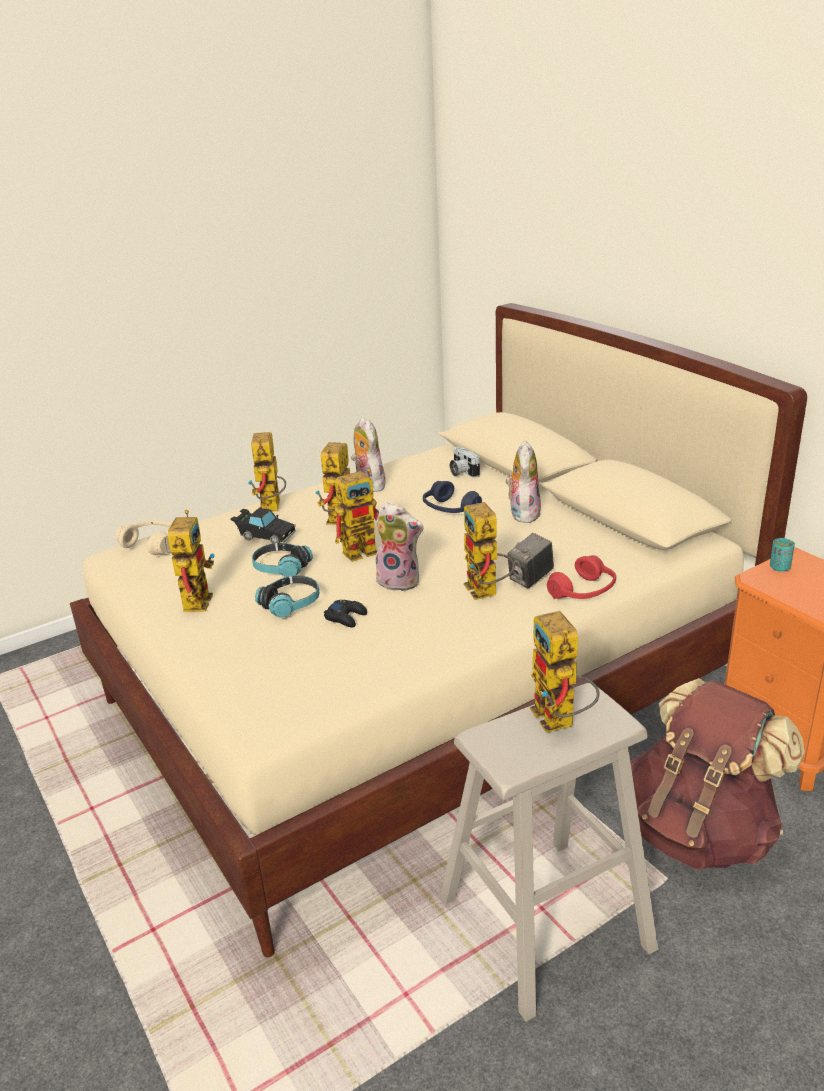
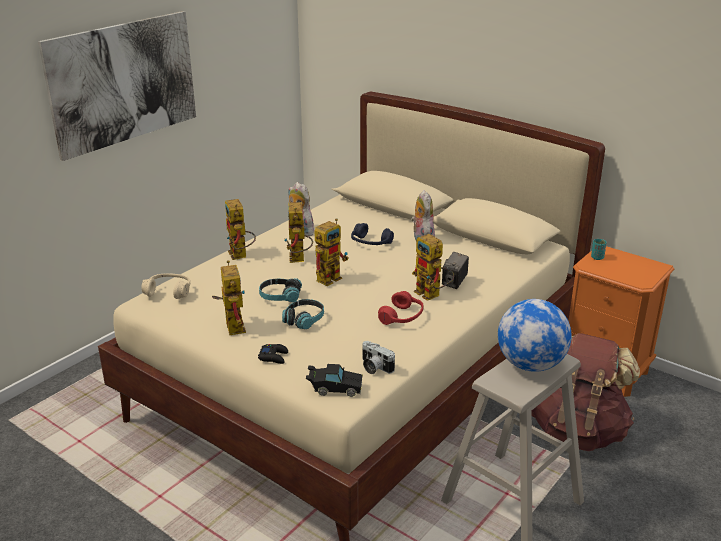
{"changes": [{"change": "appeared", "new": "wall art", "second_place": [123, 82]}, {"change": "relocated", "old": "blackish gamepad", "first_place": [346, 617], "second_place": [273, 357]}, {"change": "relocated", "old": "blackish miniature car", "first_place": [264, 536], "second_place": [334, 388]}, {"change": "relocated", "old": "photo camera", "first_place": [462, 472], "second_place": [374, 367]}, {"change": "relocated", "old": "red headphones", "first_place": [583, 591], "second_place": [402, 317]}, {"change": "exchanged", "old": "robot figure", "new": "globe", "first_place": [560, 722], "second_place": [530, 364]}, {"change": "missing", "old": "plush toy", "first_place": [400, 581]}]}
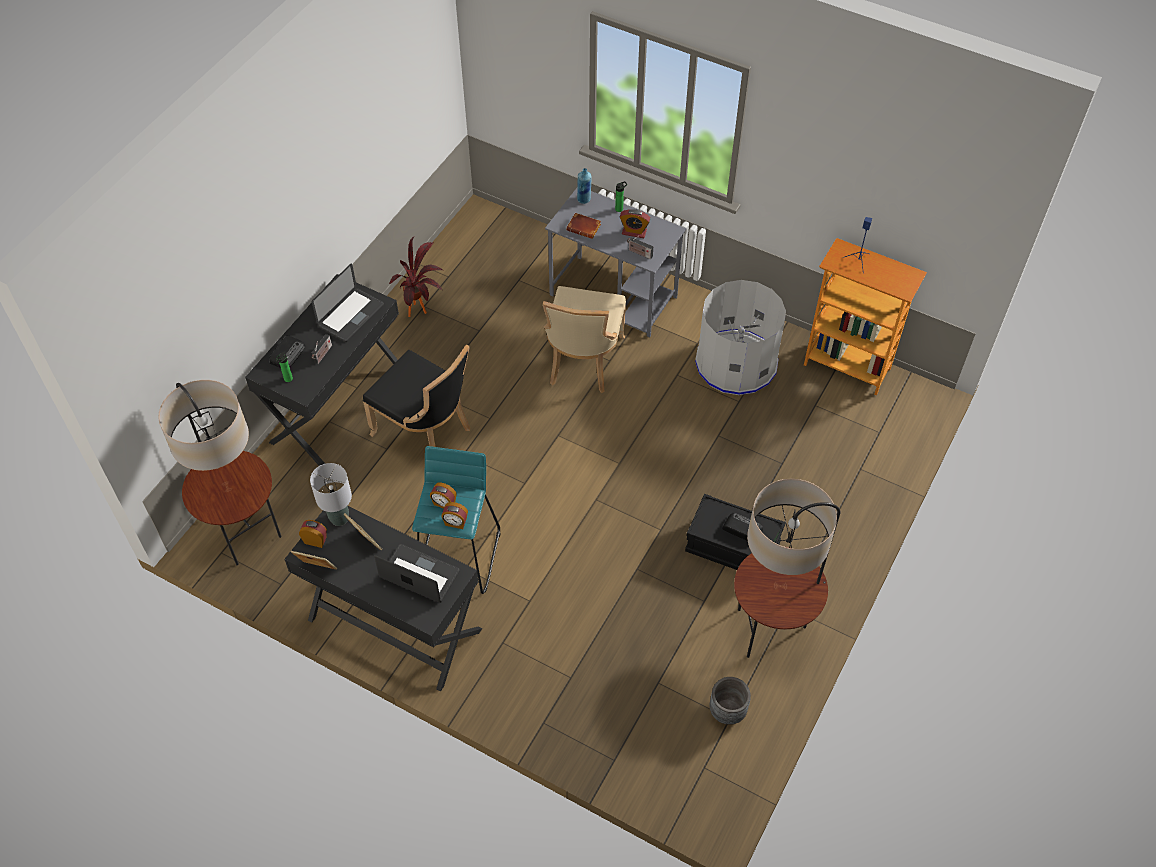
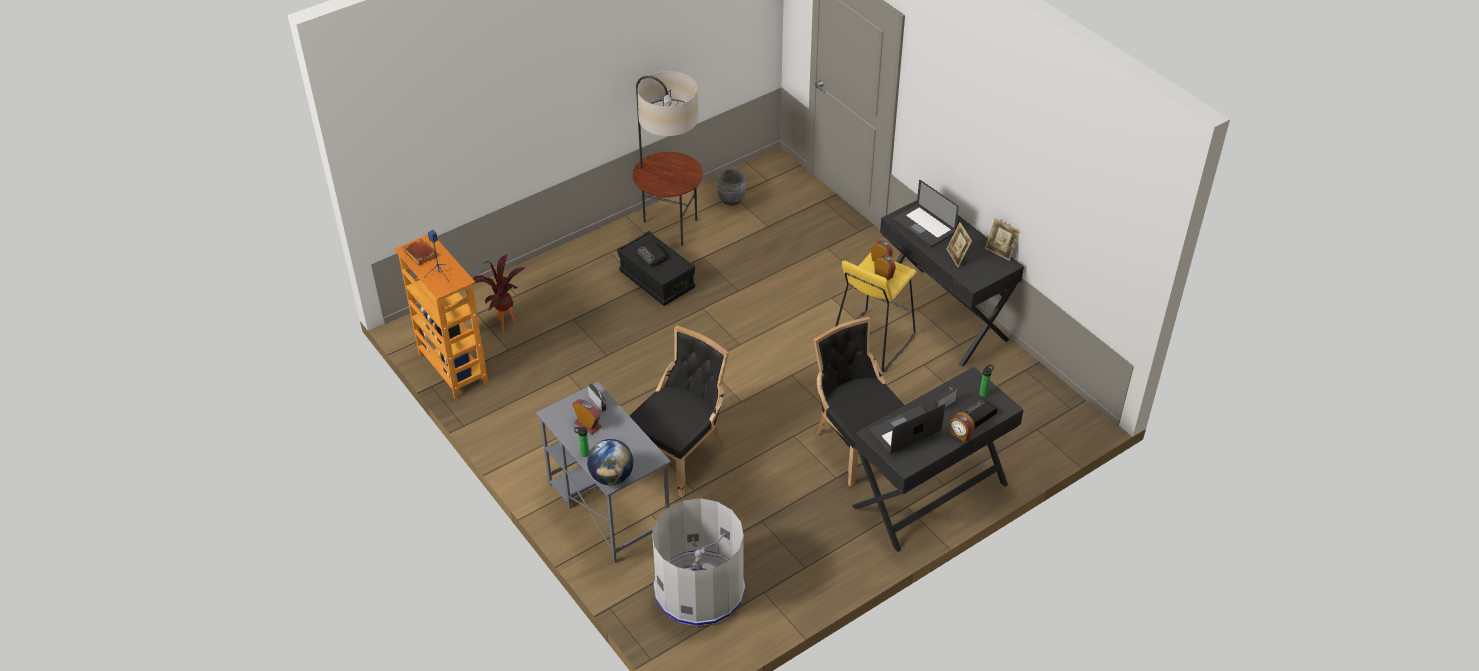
{"changes": [{"change": "relocated", "old": "brown bound book", "first_place": [584, 228], "second_place": [419, 254]}, {"change": "relocated", "old": "plant in a pot", "first_place": [422, 311], "second_place": [501, 322]}, {"change": "exchanged", "old": "bluish beverage bottle", "new": "globe", "first_place": [584, 199], "second_place": [611, 477]}, {"change": "colour", "old": "beige-coloured plain chair", "new": "blackish plain chair", "first_place": [583, 362], "second_place": [680, 454]}, {"change": "relocated", "old": "greyish trash can", "first_place": [736, 363], "second_place": [699, 589]}, {"change": "colour", "old": "turquoise-coloured sitting stool", "new": "yellow sitting stool", "first_place": [459, 556], "second_place": [872, 342]}, {"change": "relocated", "old": "alarm clock", "first_place": [315, 540], "second_place": [960, 434]}, {"change": "missing", "old": "standard lamp", "first_place": [245, 533]}, {"change": "missing", "old": "greyish lamp for a table", "first_place": [340, 518]}]}
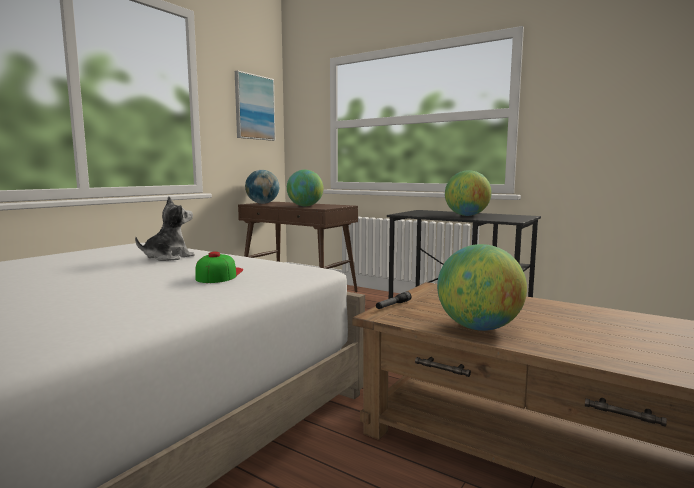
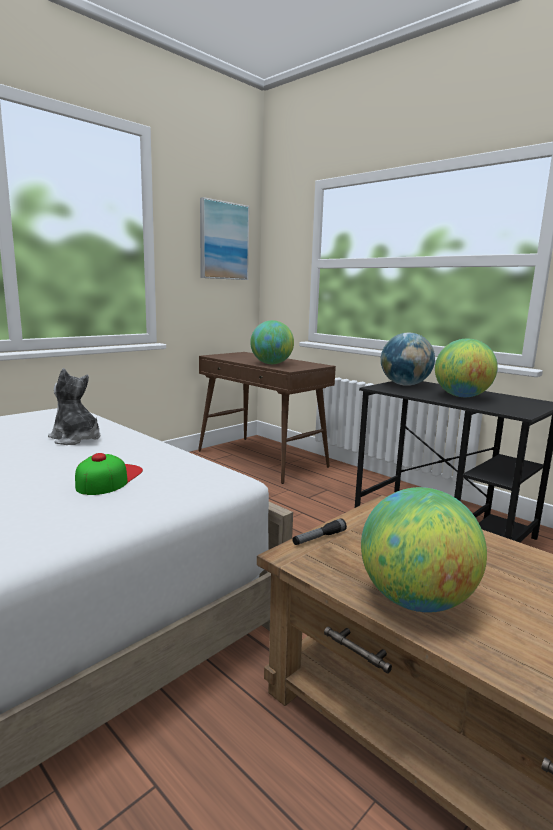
{"changes": [{"change": "spun", "old": "plush toy", "first_place": [168, 257], "second_place": [76, 439], "degrees": -105}, {"change": "relocated", "old": "globe", "first_place": [262, 203], "second_place": [405, 385]}]}
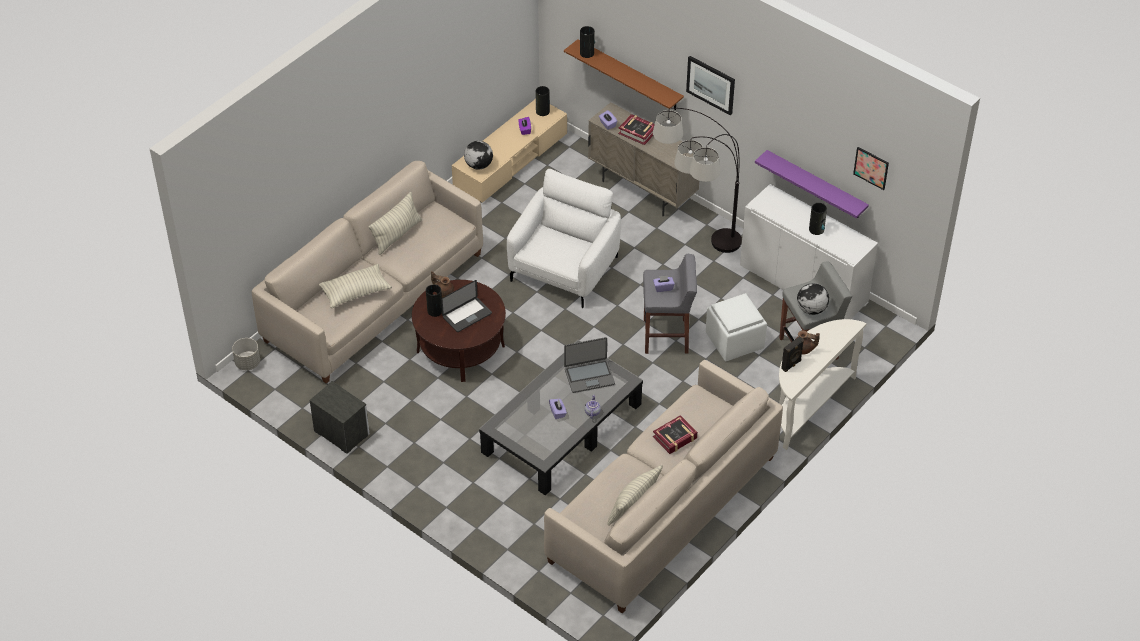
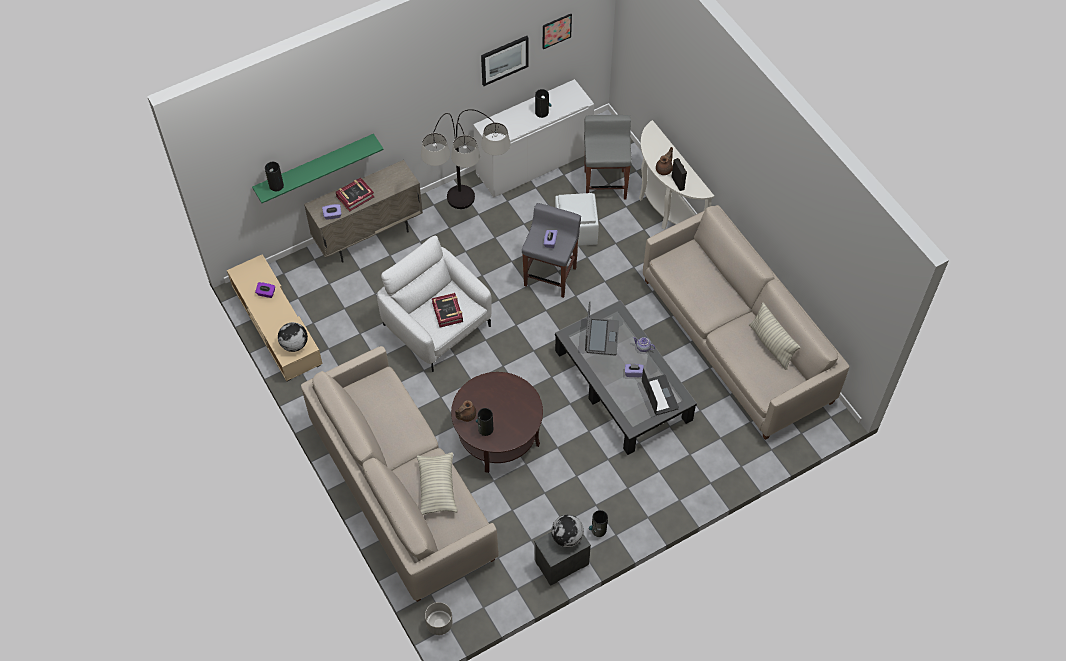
{"changes": [{"change": "colour", "old": "brown wall shelf", "new": "green wall shelf", "first_place": [629, 75], "second_place": [314, 166]}, {"change": "relocated", "old": "bound book", "first_place": [675, 438], "second_place": [448, 312]}, {"change": "relocated", "old": "wall art", "first_place": [711, 84], "second_place": [504, 60]}, {"change": "relocated", "old": "globe", "first_place": [811, 309], "second_place": [567, 537]}, {"change": "relocated", "old": "vase", "first_place": [542, 111], "second_place": [598, 530]}, {"change": "relocated", "old": "laptop", "first_place": [467, 315], "second_place": [659, 395]}, {"change": "missing", "old": "pillow", "first_place": [397, 235]}, {"change": "missing", "old": "purplish wall shelf", "first_place": [816, 185]}]}
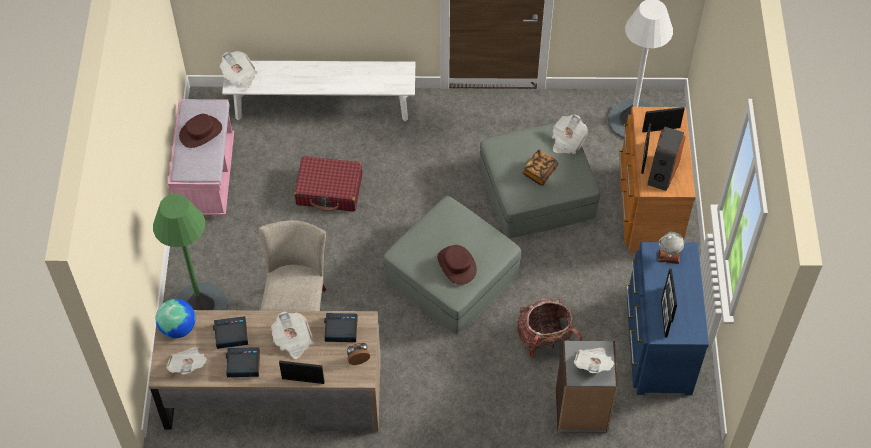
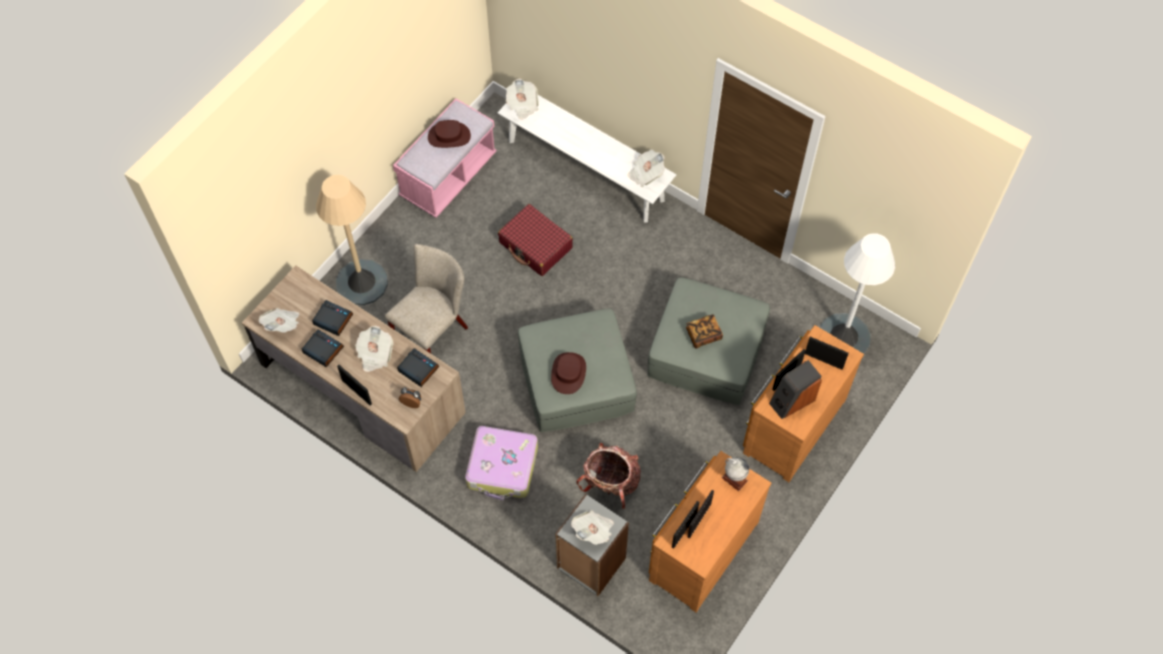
{"changes": [{"change": "colour", "old": "green standard lamp", "new": "beige-coloured standard lamp", "first_place": [200, 307], "second_place": [361, 282]}, {"change": "appeared", "new": "piece of luggage", "second_place": [503, 467]}, {"change": "relocated", "old": "daily paper", "first_place": [567, 141], "second_place": [645, 174]}, {"change": "colour", "old": "bluish dresser", "new": "brown dresser", "first_place": [656, 345], "second_place": [700, 550]}, {"change": "missing", "old": "globe", "first_place": [178, 328]}]}
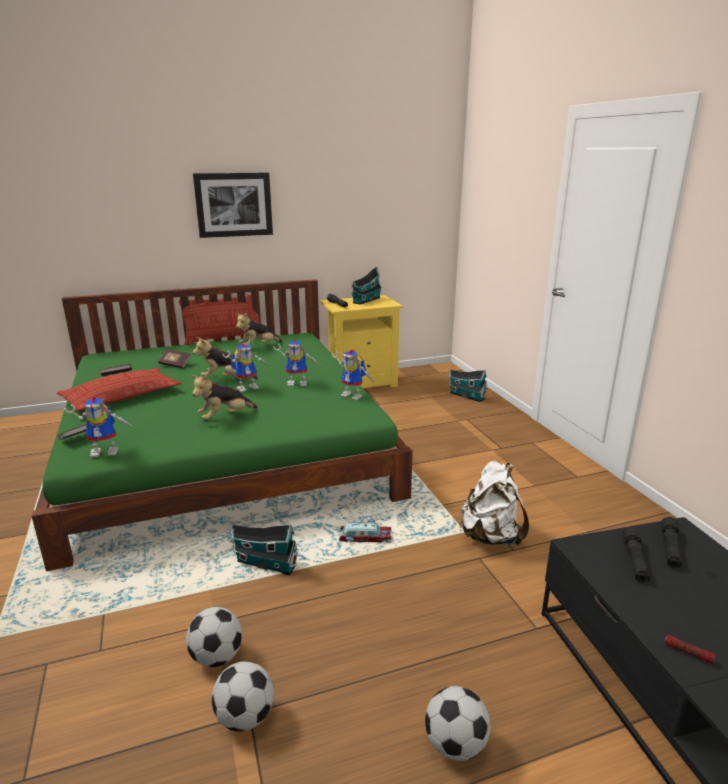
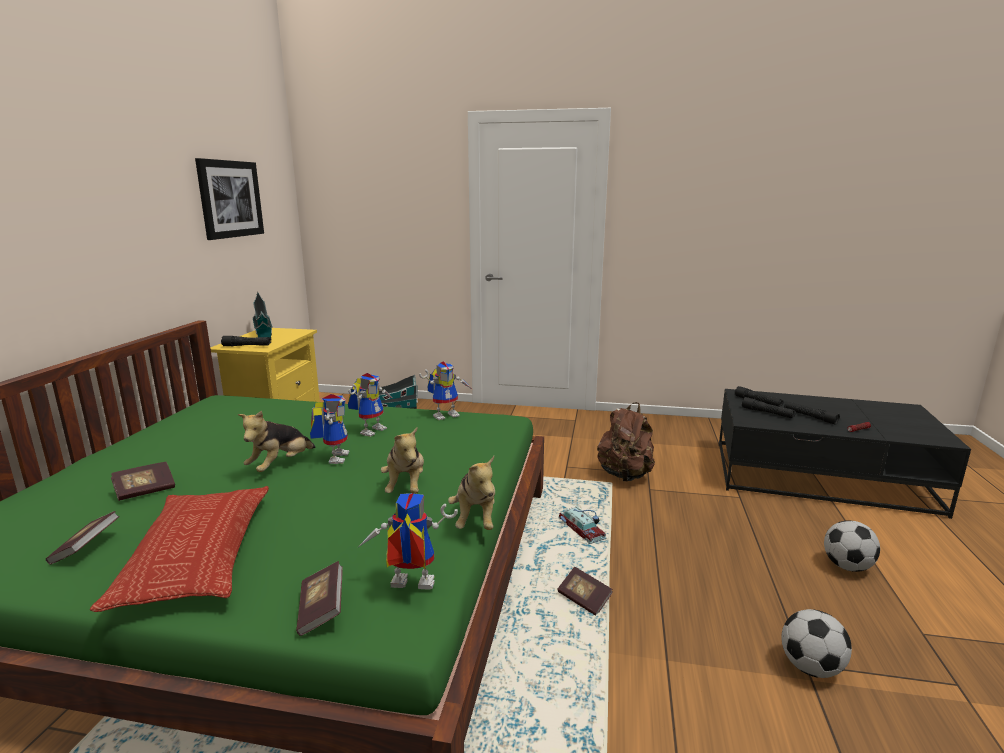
{"changes": [{"change": "relocated", "old": "wall art", "first_place": [234, 205], "second_place": [230, 199]}, {"change": "spun", "old": "robot figure", "first_place": [107, 451], "second_place": [407, 587], "degrees": -105}, {"change": "relocated", "old": "plush toy", "first_place": [258, 346], "second_place": [475, 519]}, {"change": "exchanged", "old": "miniature house", "new": "bound book", "first_place": [264, 563], "second_place": [584, 599]}, {"change": "spun", "old": "miniature car", "first_place": [364, 536], "second_place": [582, 528], "degrees": 120}, {"change": "colour", "old": "white rucksack", "new": "brown rucksack", "first_place": [490, 536], "second_place": [625, 475]}, {"change": "appeared", "new": "blackish torch", "second_place": [810, 417]}, {"change": "missing", "old": "pillow", "first_place": [224, 338]}, {"change": "missing", "old": "ball for football", "first_place": [216, 657]}]}
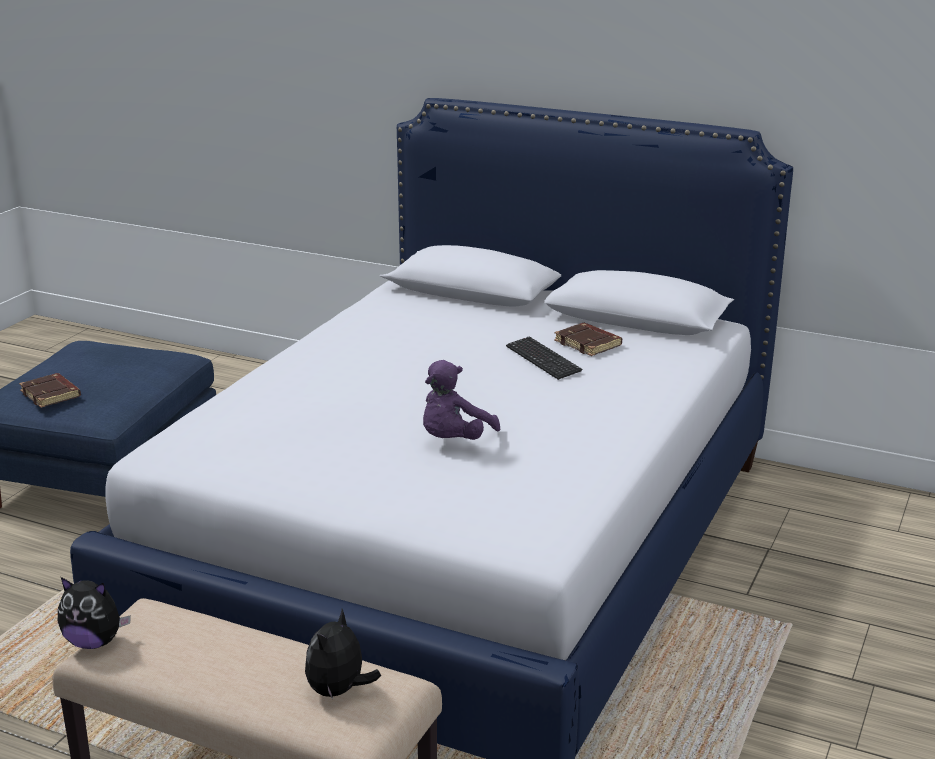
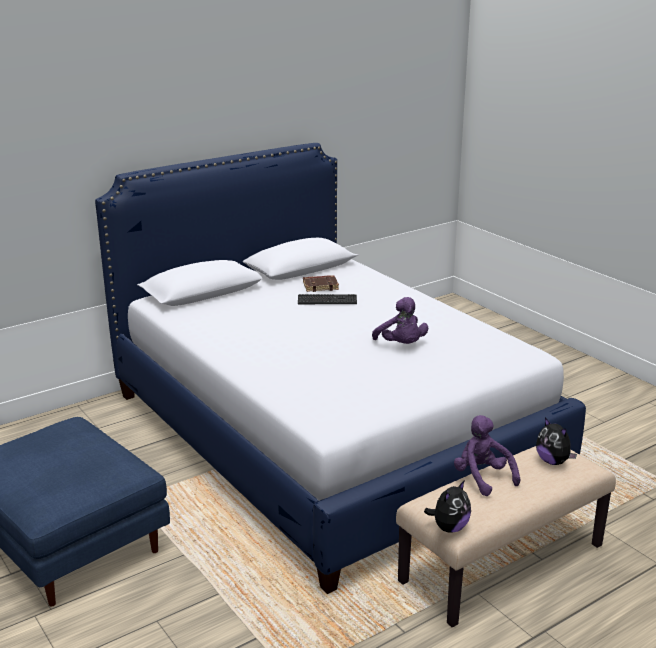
{"changes": [{"change": "appeared", "new": "purplish plush toy", "second_place": [482, 478]}, {"change": "missing", "old": "brown bound book", "first_place": [51, 395]}]}
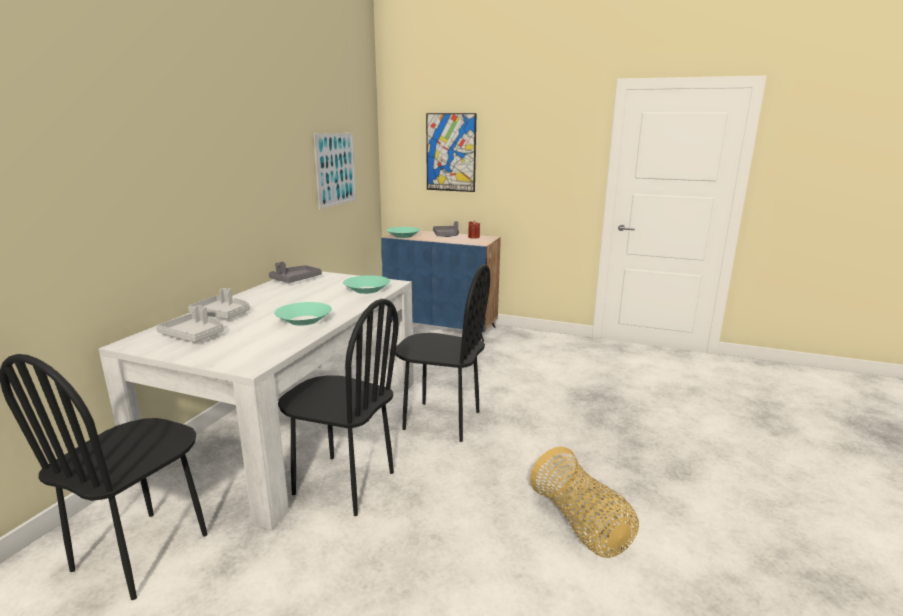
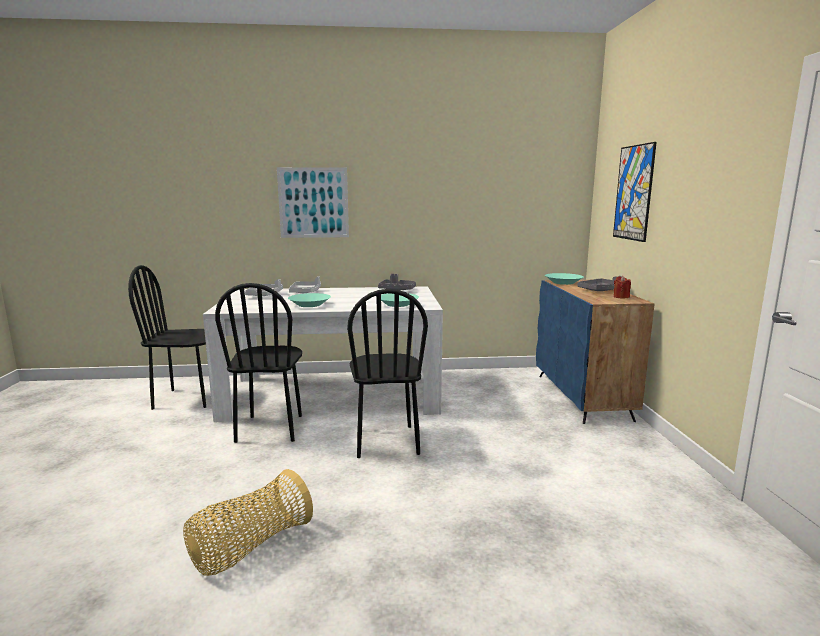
{"changes": [{"change": "relocated", "old": "wall art", "first_place": [336, 169], "second_place": [313, 203]}]}
